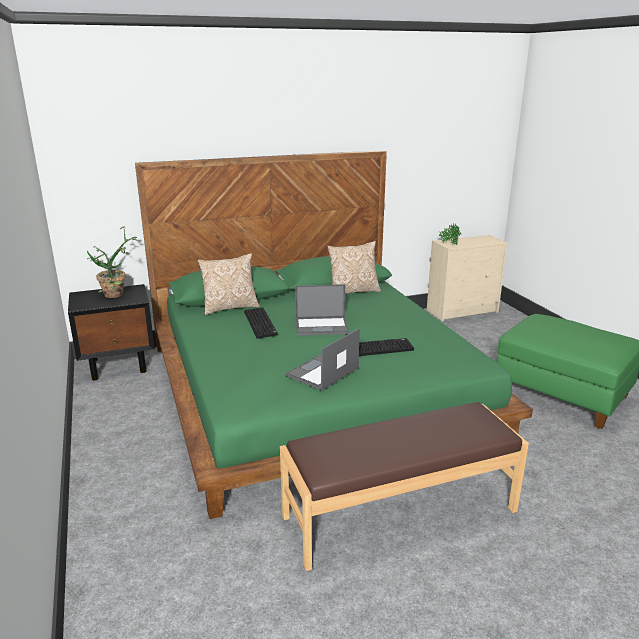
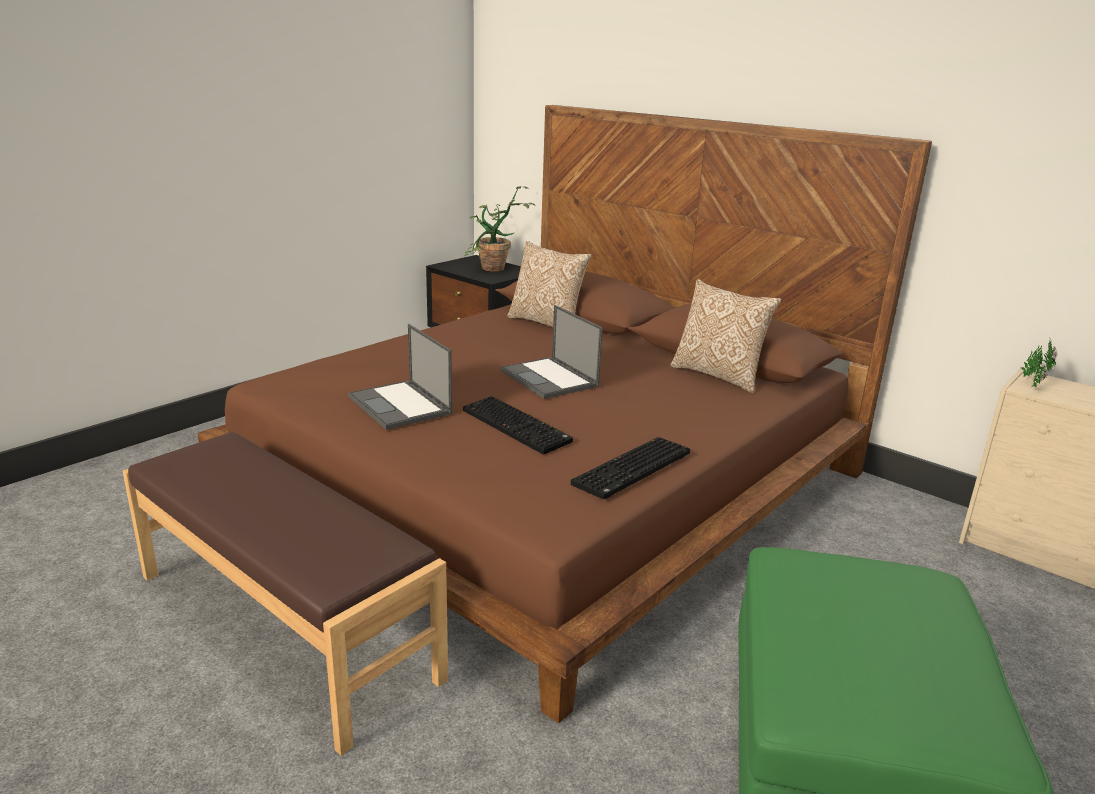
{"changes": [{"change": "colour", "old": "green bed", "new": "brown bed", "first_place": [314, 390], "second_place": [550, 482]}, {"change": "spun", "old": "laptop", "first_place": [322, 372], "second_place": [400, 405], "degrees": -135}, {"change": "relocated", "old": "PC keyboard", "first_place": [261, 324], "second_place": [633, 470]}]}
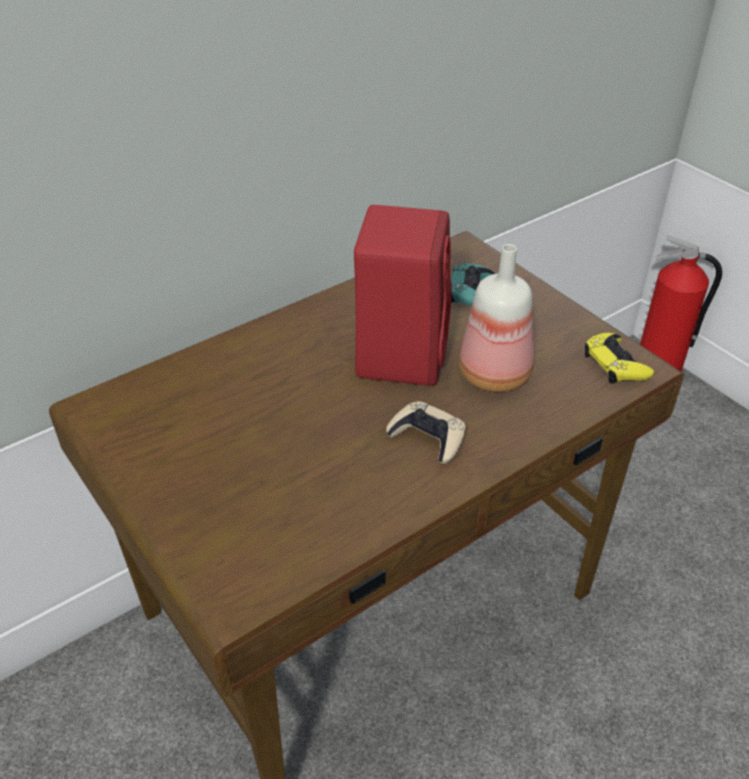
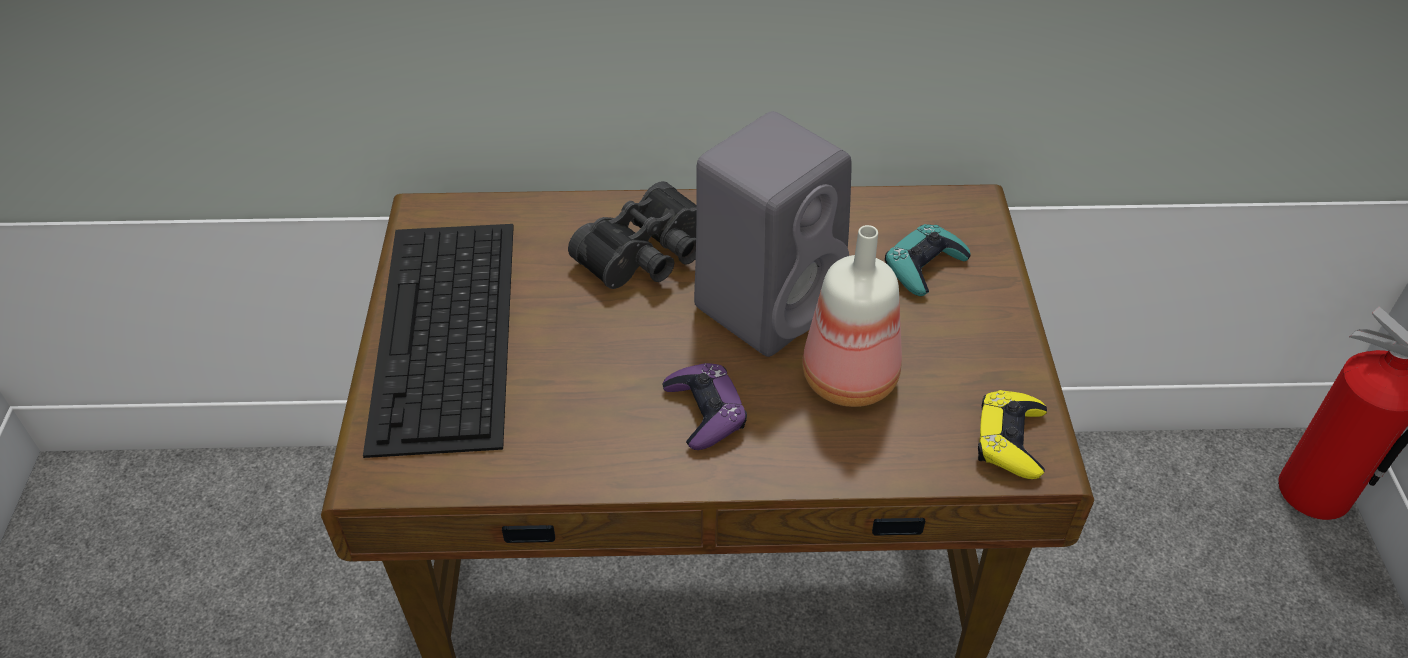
{"changes": [{"change": "appeared", "new": "PC keyboard", "second_place": [446, 334]}, {"change": "appeared", "new": "blackish binoculars", "second_place": [649, 256]}, {"change": "colour", "old": "beige-coloured gamepad", "new": "purplish gamepad", "first_place": [428, 437], "second_place": [705, 411]}, {"change": "colour", "old": "red speaker", "new": "greyish speaker", "first_place": [401, 353], "second_place": [770, 301]}]}
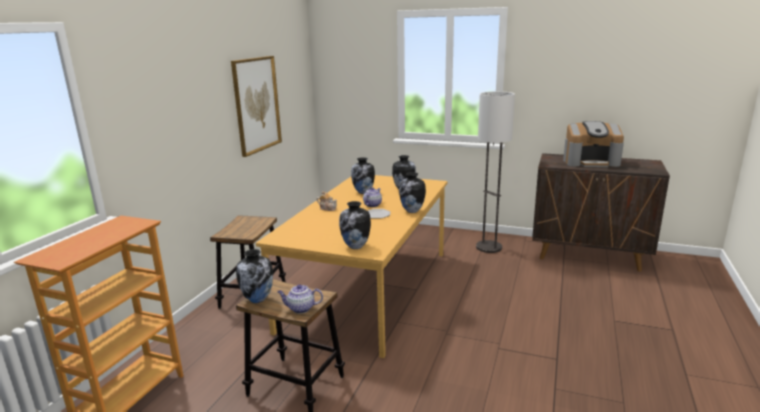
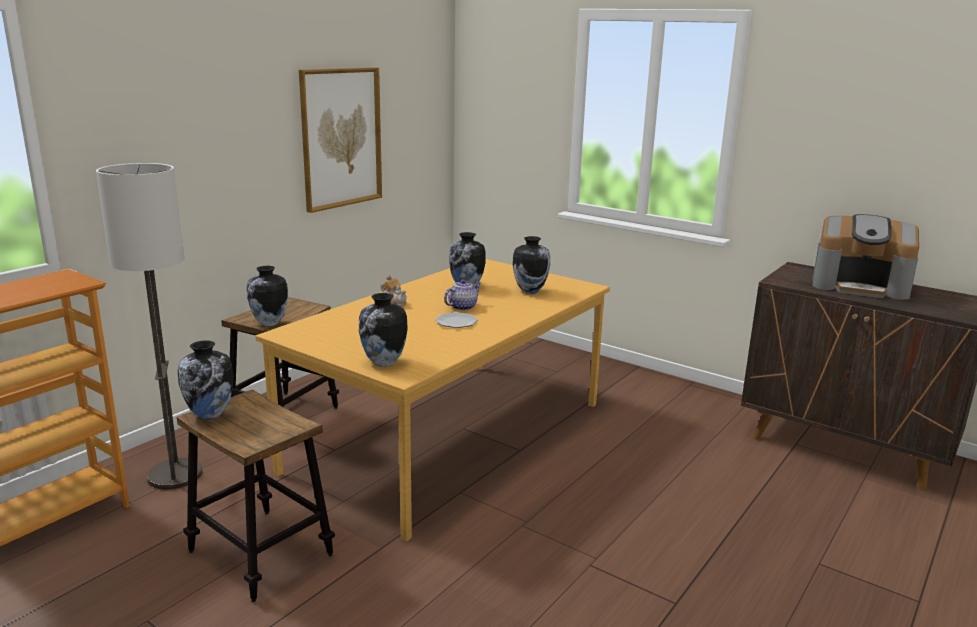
{"changes": [{"change": "relocated", "old": "standard lamp", "first_place": [489, 247], "second_place": [175, 475]}, {"change": "relocated", "old": "vase", "first_place": [412, 211], "second_place": [269, 323]}, {"change": "missing", "old": "pot for tea", "first_place": [300, 308]}]}
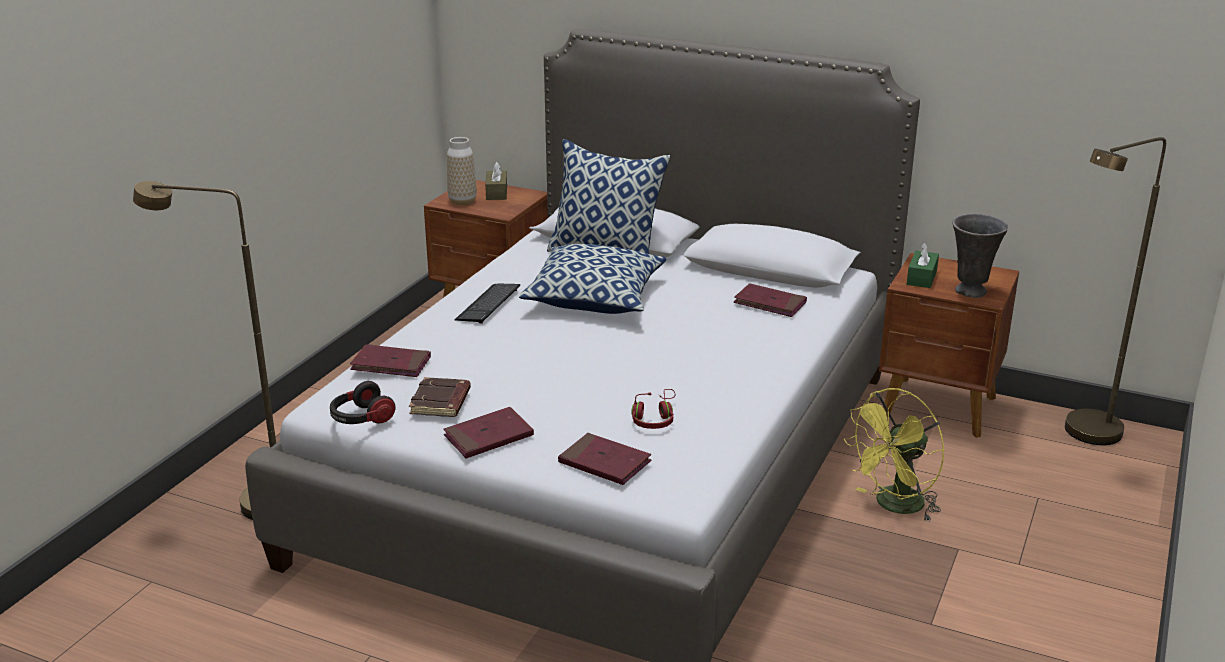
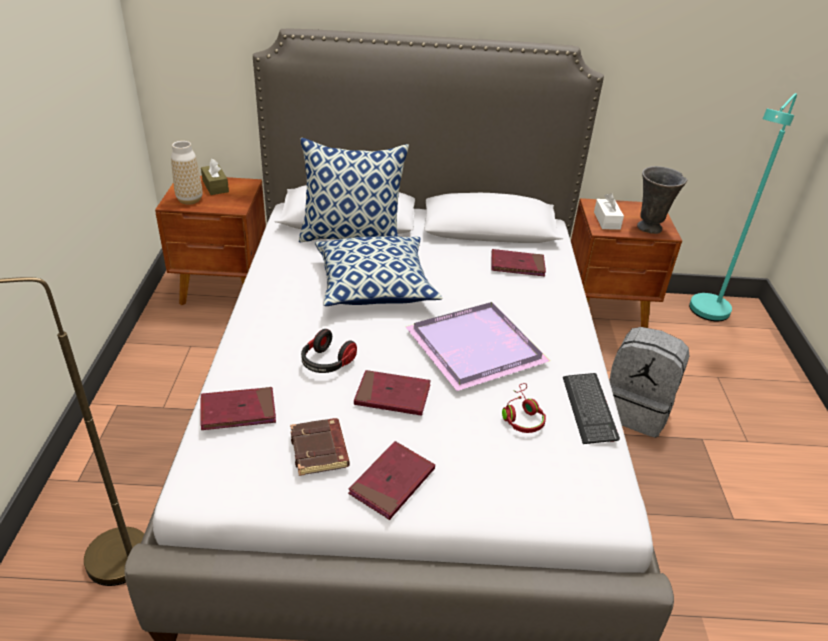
{"changes": [{"change": "relocated", "old": "headphones", "first_place": [361, 418], "second_place": [326, 363]}, {"change": "relocated", "old": "red bound book", "first_place": [604, 463], "second_place": [392, 396]}, {"change": "appeared", "new": "purplish carrying tray", "second_place": [478, 348]}, {"change": "relocated", "old": "PC keyboard", "first_place": [488, 304], "second_place": [589, 409]}, {"change": "colour", "old": "green box of tissues", "new": "white box of tissues", "first_place": [921, 277], "second_place": [606, 220]}, {"change": "exchanged", "old": "yellow cooling fan", "new": "greyish rucksack", "first_place": [894, 506], "second_place": [636, 410]}, {"change": "colour", "old": "brown standard lamp", "new": "turquoise-coloured standard lamp", "first_place": [1084, 436], "second_place": [707, 315]}]}
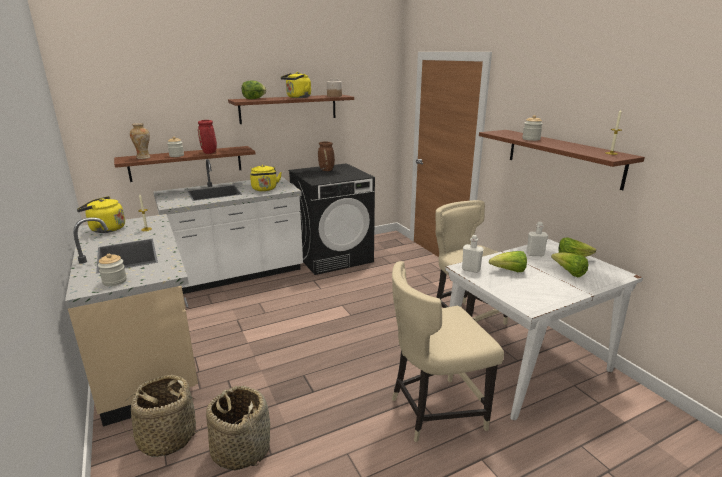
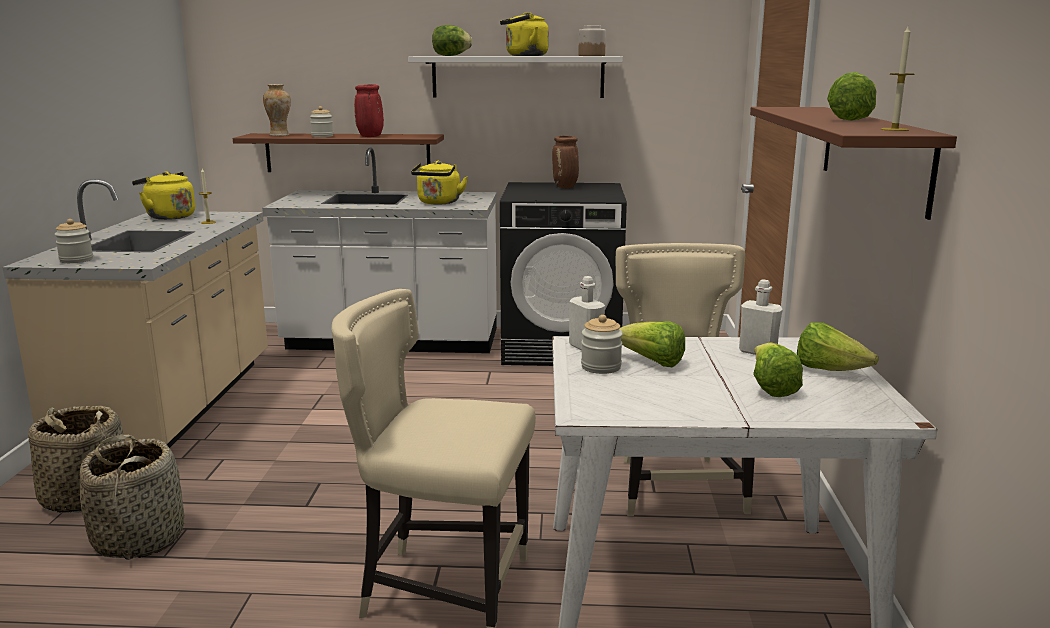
{"changes": [{"change": "colour", "old": "brown wall shelf", "new": "white wall shelf", "first_place": [288, 108], "second_place": [517, 77]}, {"change": "relocated", "old": "jar", "first_place": [531, 139], "second_place": [601, 367]}, {"change": "appeared", "new": "head of lettuce", "second_place": [852, 119]}]}
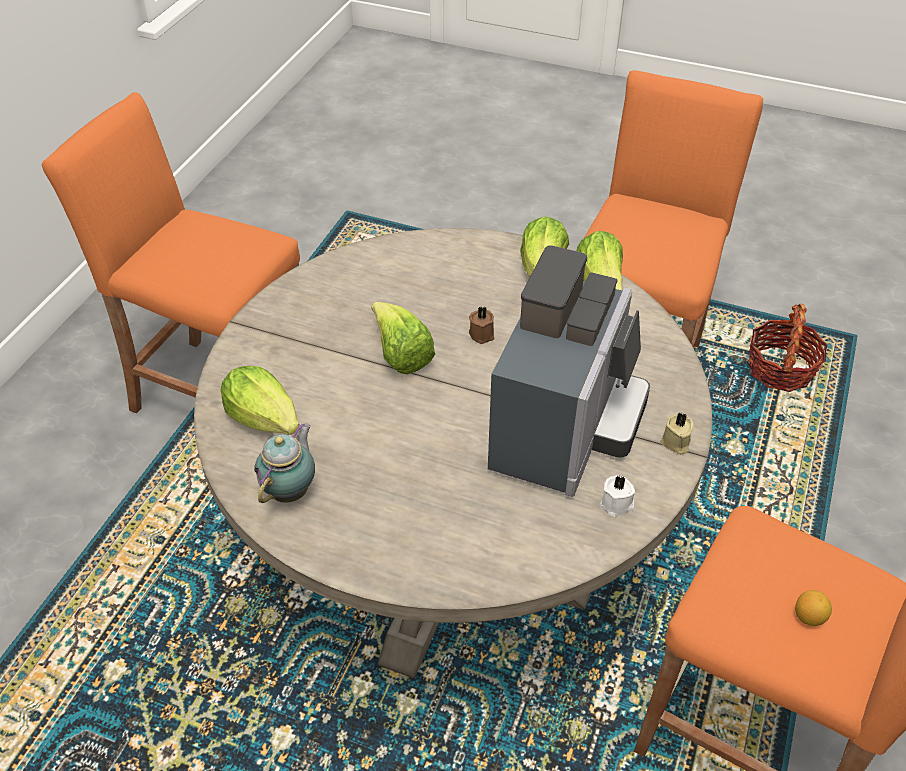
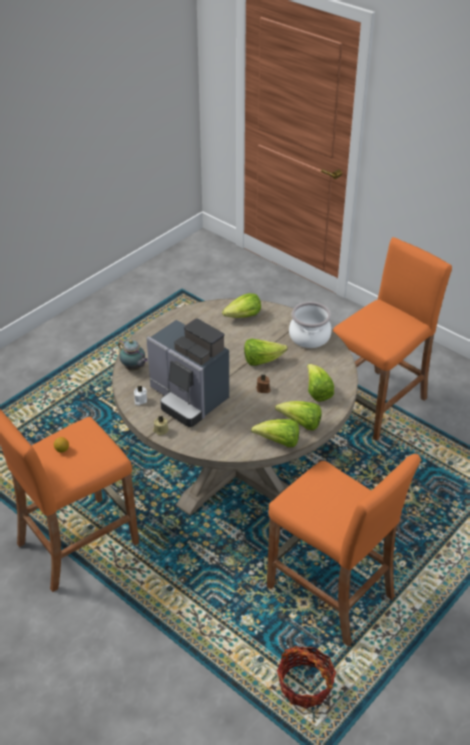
{"changes": [{"change": "relocated", "old": "pot for tea", "first_place": [291, 490], "second_place": [134, 368]}, {"change": "appeared", "new": "saucepot", "second_place": [310, 337]}, {"change": "appeared", "new": "head of lettuce", "second_place": [317, 392]}]}
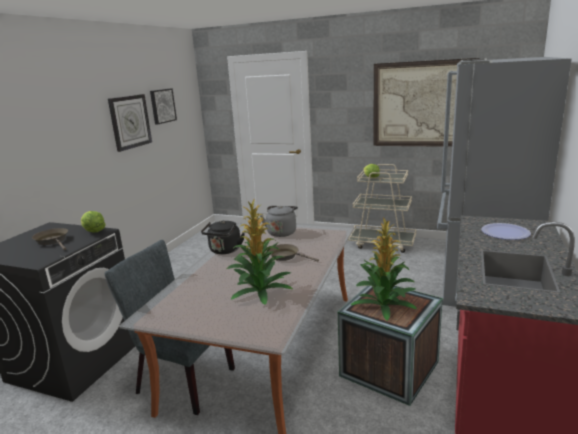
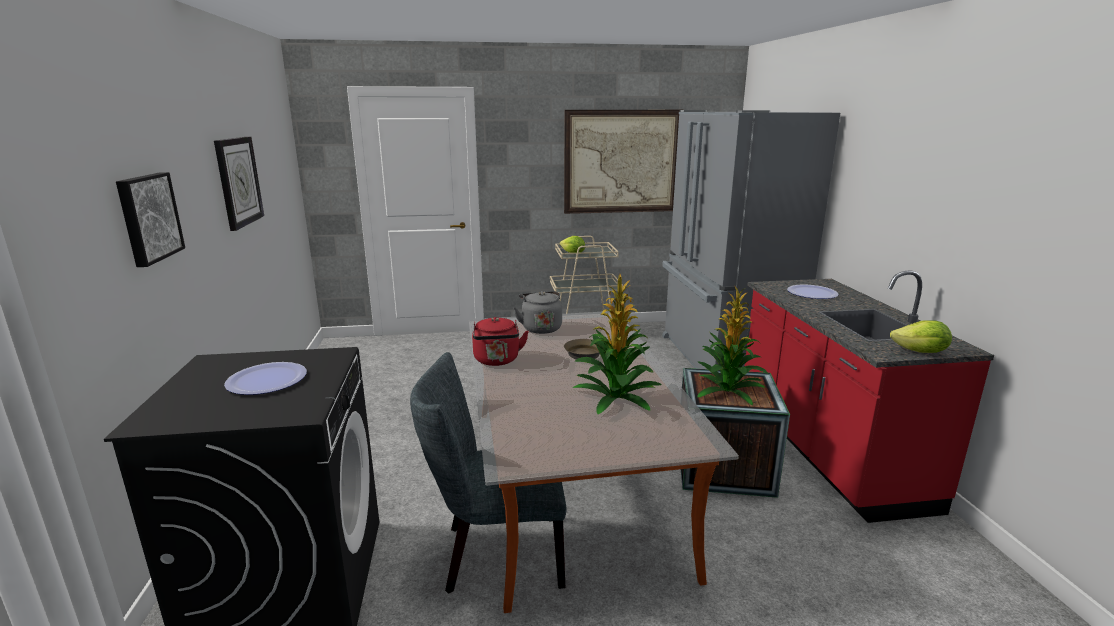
{"changes": [{"change": "relocated", "old": "wall art", "first_place": [162, 106], "second_place": [148, 217]}, {"change": "exchanged", "old": "brown pan", "new": "flat dish", "first_place": [53, 241], "second_place": [267, 380]}, {"change": "colour", "old": "blackish kettle", "new": "red kettle", "first_place": [224, 251], "second_place": [497, 361]}, {"change": "relocated", "old": "head of lettuce", "first_place": [93, 231], "second_place": [920, 352]}]}
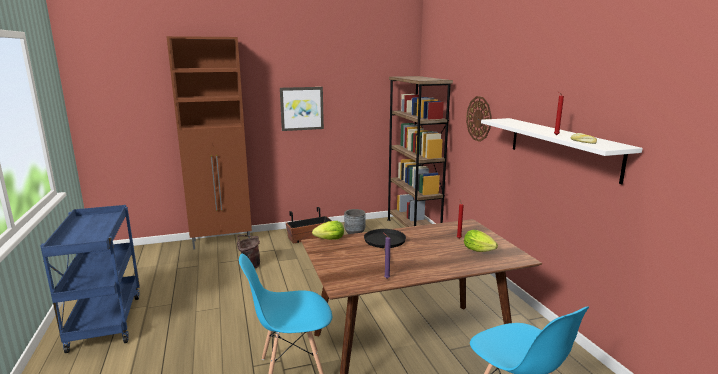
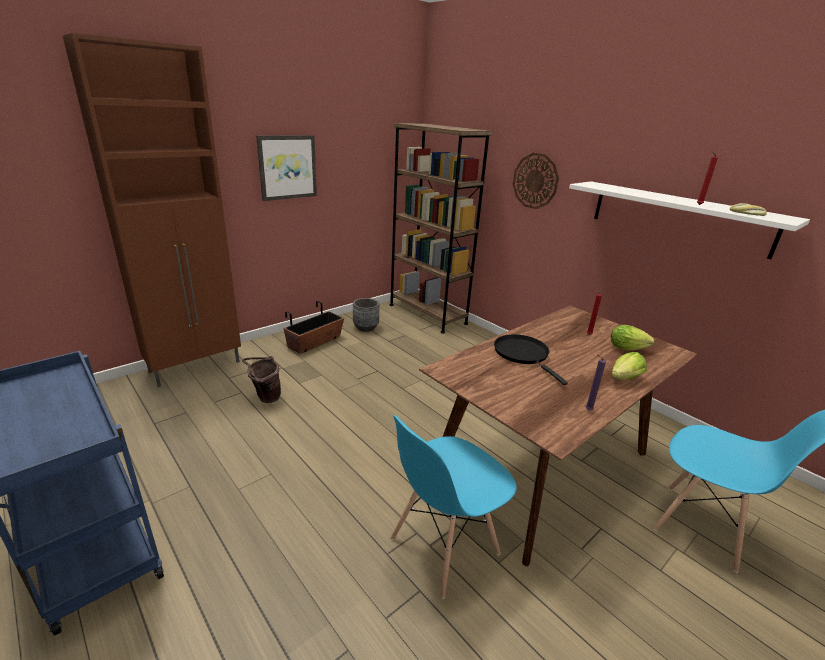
{"changes": [{"change": "relocated", "old": "head of lettuce", "first_place": [328, 240], "second_place": [623, 379]}]}
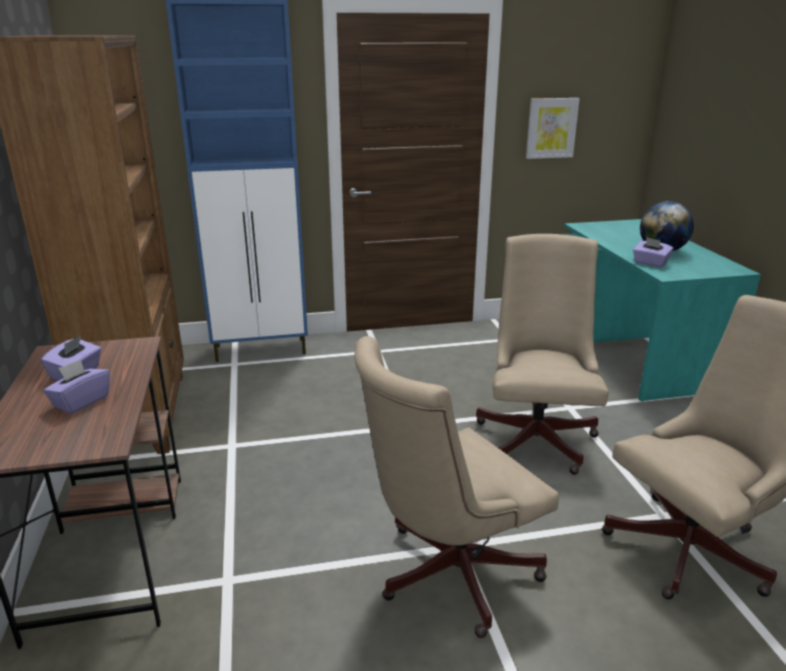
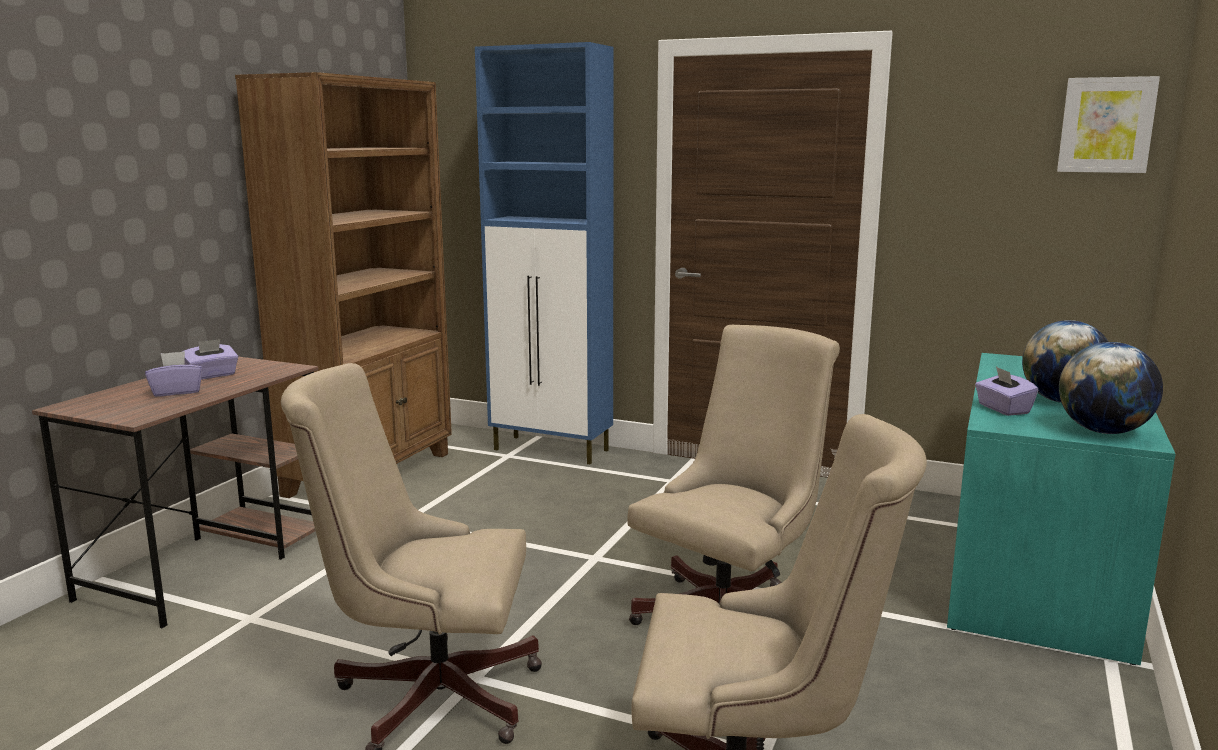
{"changes": [{"change": "relocated", "old": "wall art", "first_place": [551, 128], "second_place": [1106, 125]}, {"change": "appeared", "new": "globe", "second_place": [1103, 431]}]}
